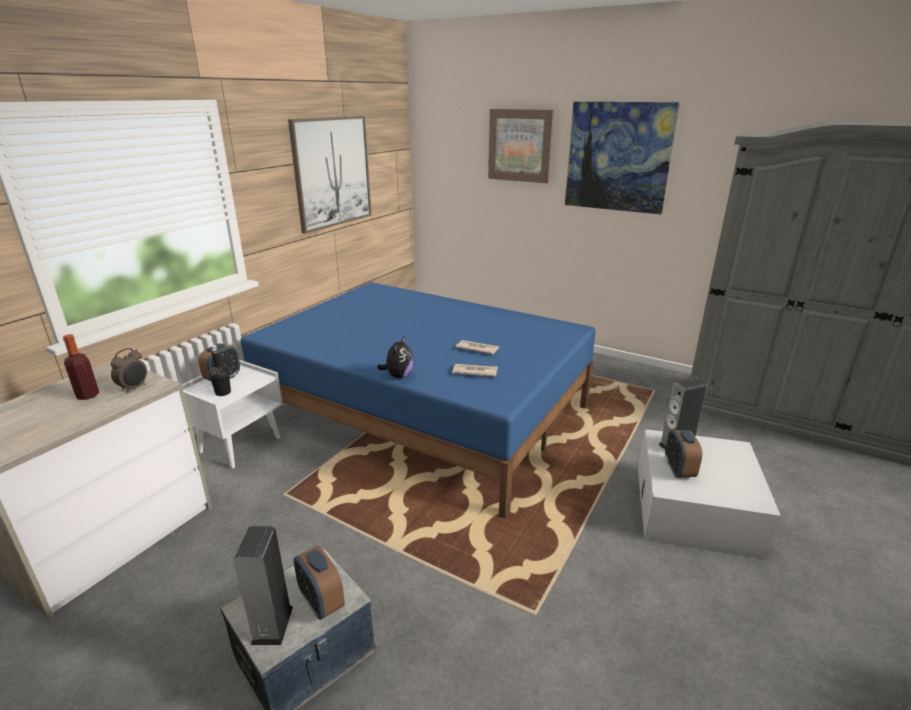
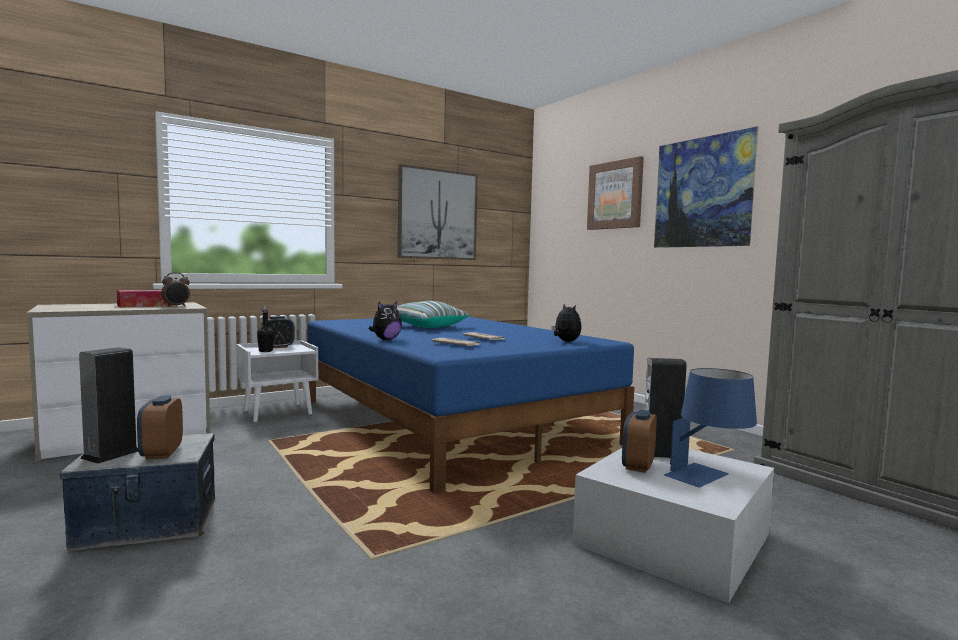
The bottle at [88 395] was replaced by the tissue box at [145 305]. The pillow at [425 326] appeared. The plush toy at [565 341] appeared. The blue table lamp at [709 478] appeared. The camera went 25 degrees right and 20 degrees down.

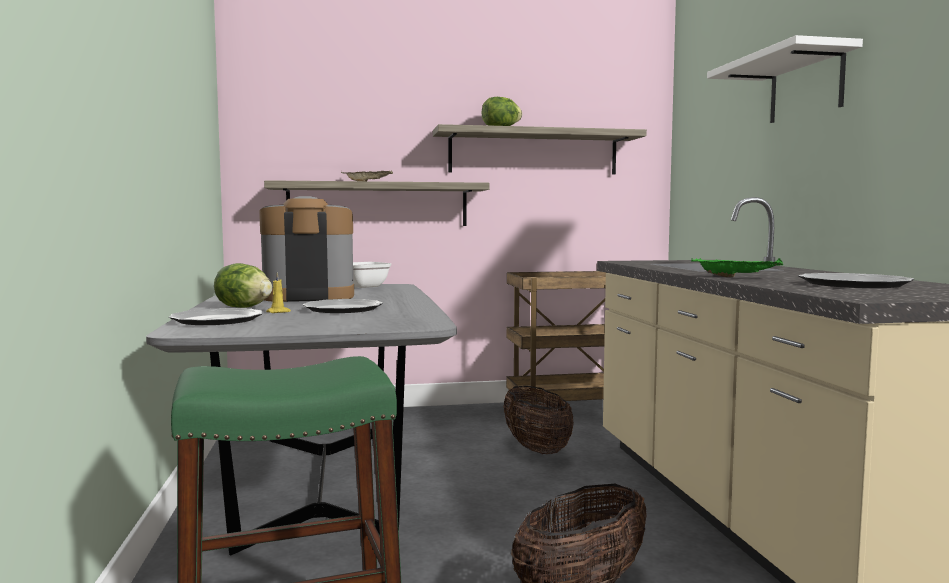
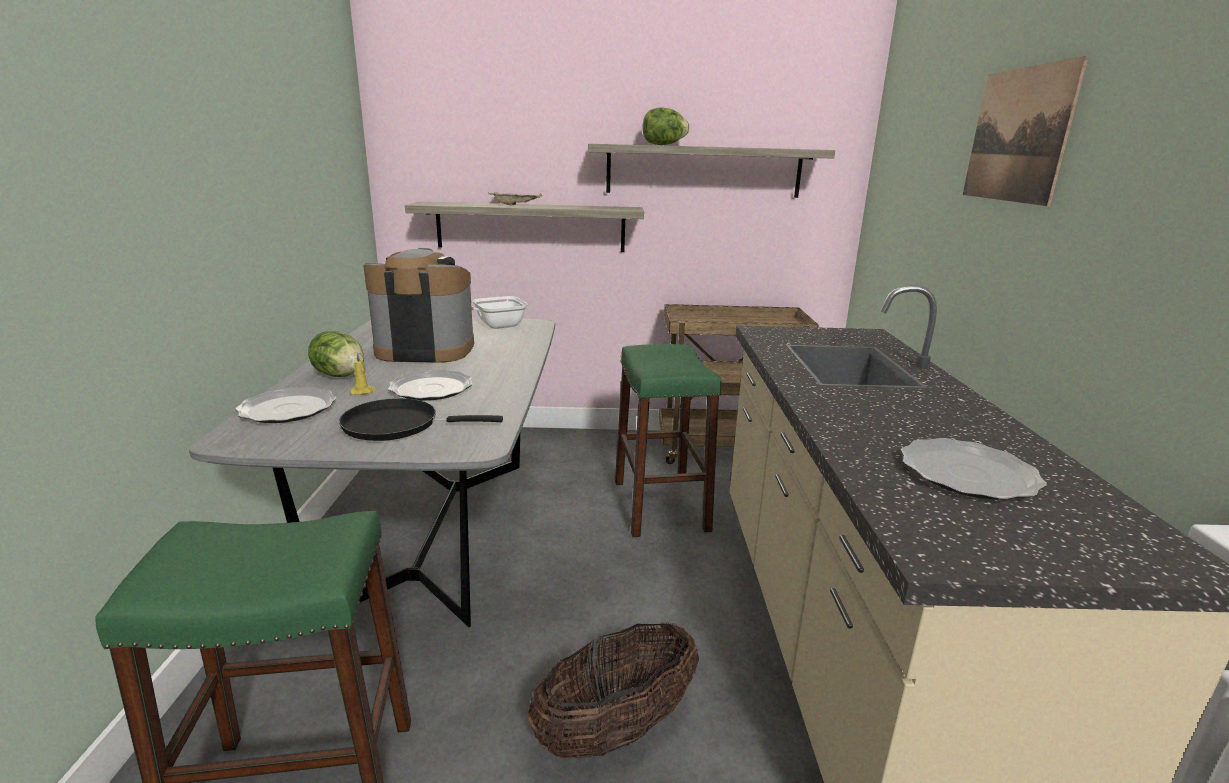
The black frying pan at [398 425] appeared. The basket at [536 449] was replaced by the green stool at [660 505]. The white shelf at [806 86] was replaced by the picture at [1017 135]. The green tray at [738 277] disappeared. The camera went 10 degrees right and 15 degrees up.

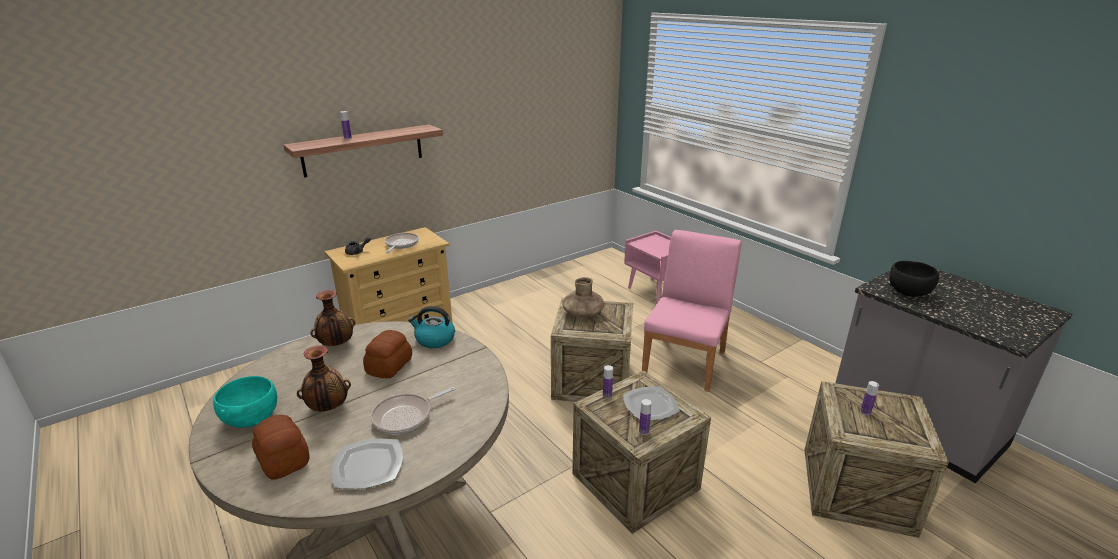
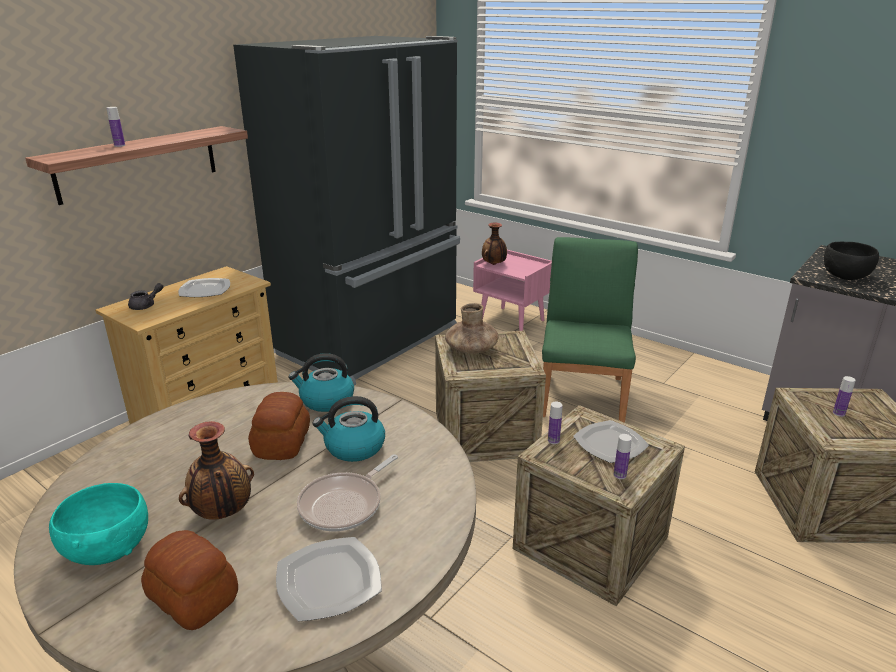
The frying pan at [401 244] was replaced by the plate at [204 290]. The black fridge at [373 342] appeared. The kettle at [353 447] appeared. The vase moved from [336 345] to [494 264]. The pink chair at [685 362] became the green chair at [582 395]. The camera went 15 degrees left and 0 degrees up.

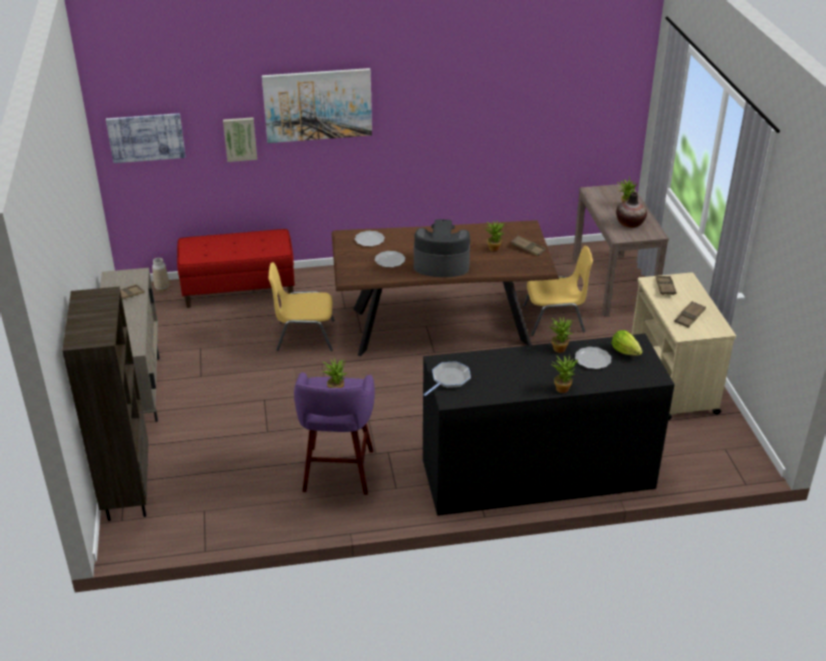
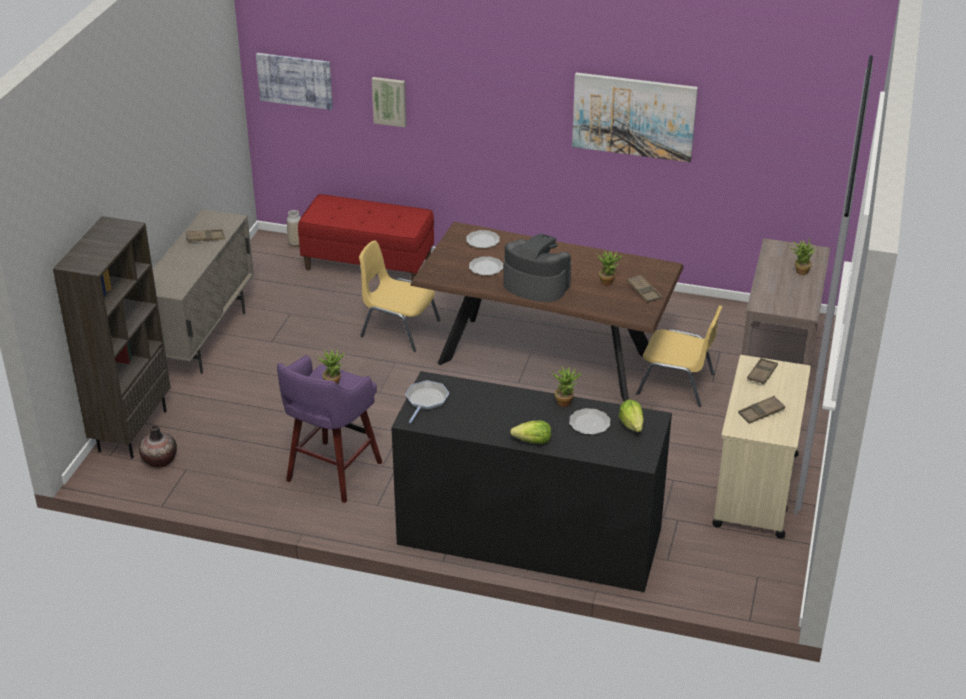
The vase moved from [629 223] to [159 460]. The frying pan at [449 379] turned 45 degrees counterclockwise. The potted plant at [563 387] was replaced by the lettuce at [533 442]. The picture moved from [317 105] to [633 116]. The camera went 25 degrees right and 0 degrees up.

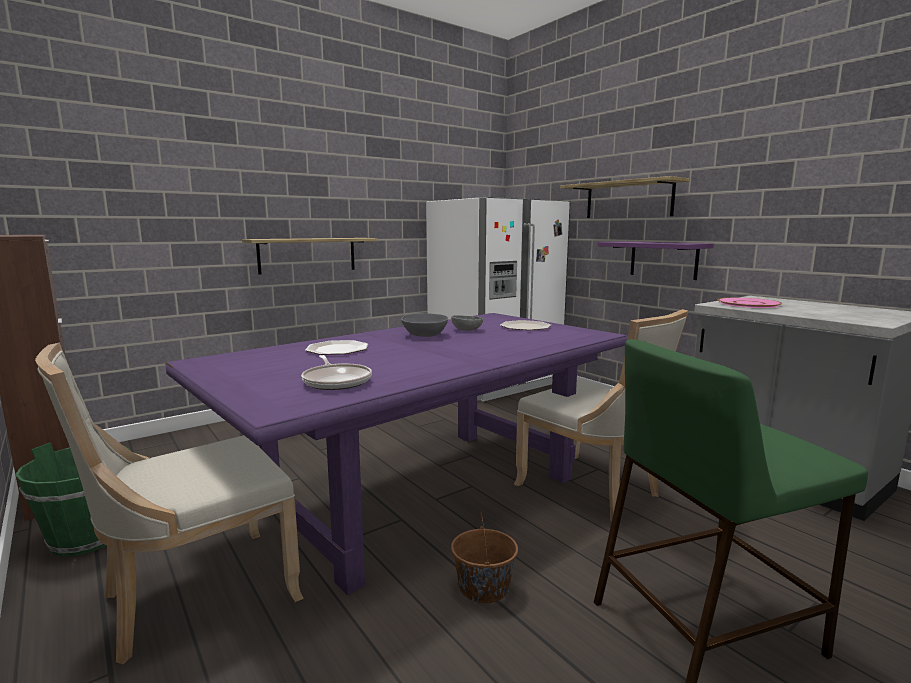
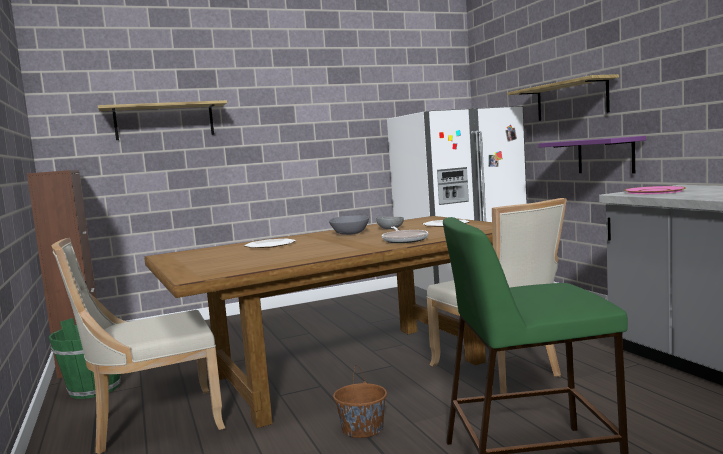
The shelf moved from [307 255] to [164 121]. The purple dining table at [424 492] became the brown dining table at [349 368]. The frying pan moved from [336 381] to [404 240]. The camera went 15 degrees right and 5 degrees down.

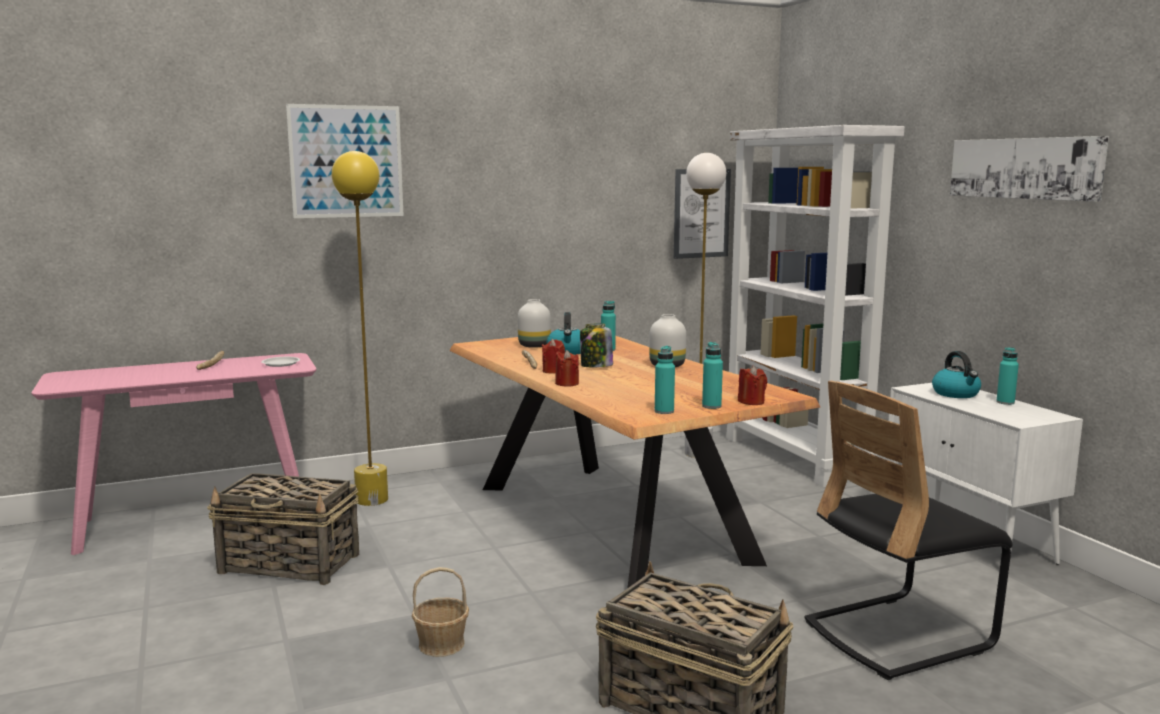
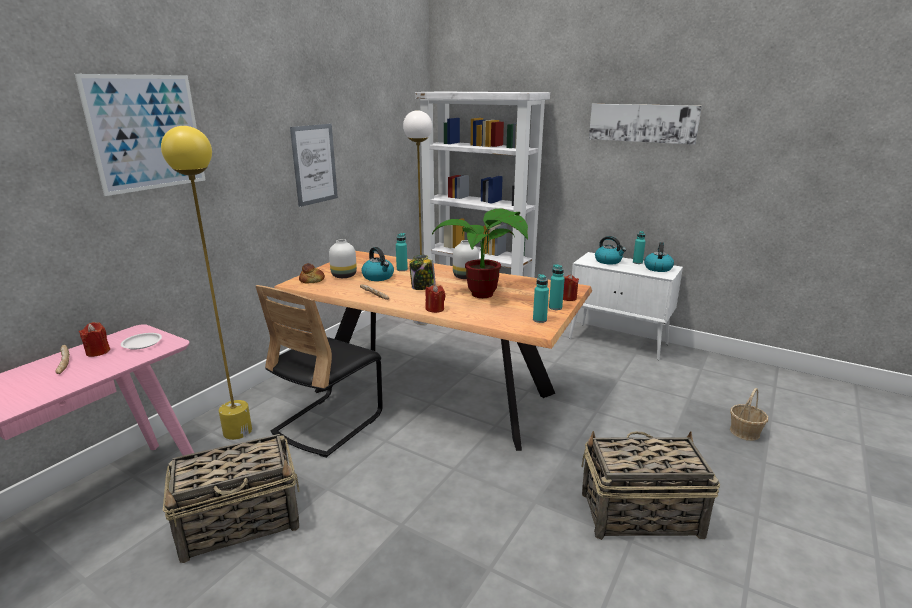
The red candle moved from [553 371] to [98 352]. The black chair moved from [898 634] to [328 423]. The picture moved from [701 213] to [314 164]. The bread at [312 281] appeared. The potted plant at [486 295] appeared. The kettle at [657 268] appeared. The basket moved from [442 644] to [745 432]. The camera went 35 degrees left and 10 degrees up.

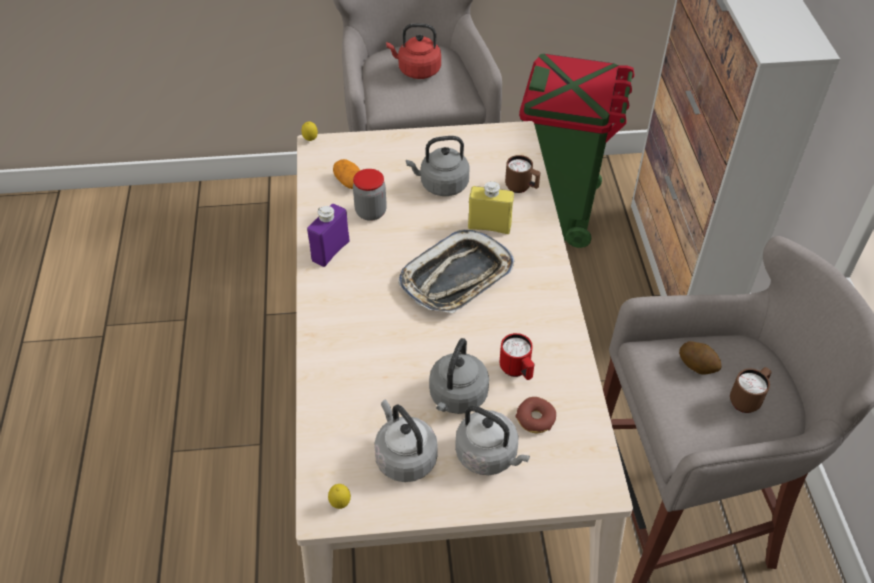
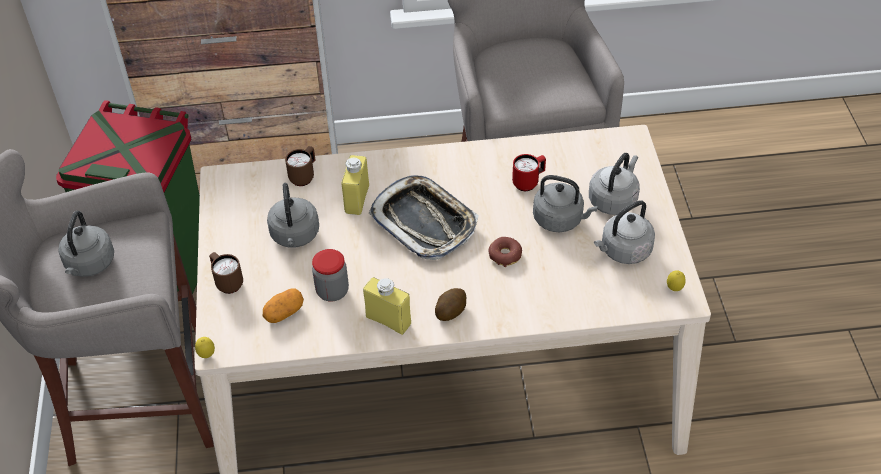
The red kettle at [417 70] became the grey kettle at [89 264]. The brown mug moved from [747 399] to [227 282]. The purple bottle at [330 251] became the yellow bottle at [388 320]. The potato moved from [697 365] to [450 311]. The donut moved from [535 419] to [505 255]. The camera went 90 degrees left and 0 degrees up.

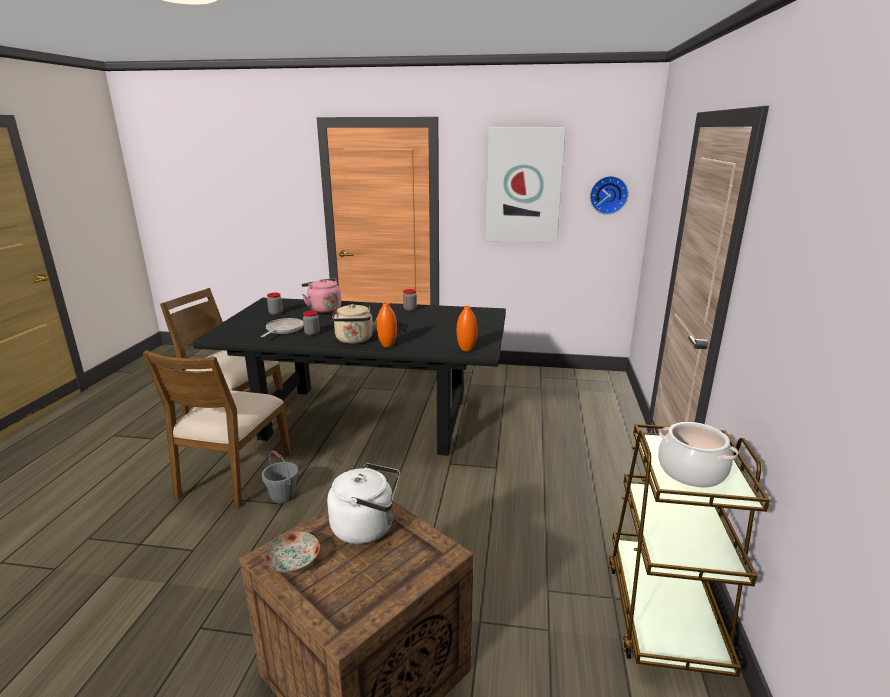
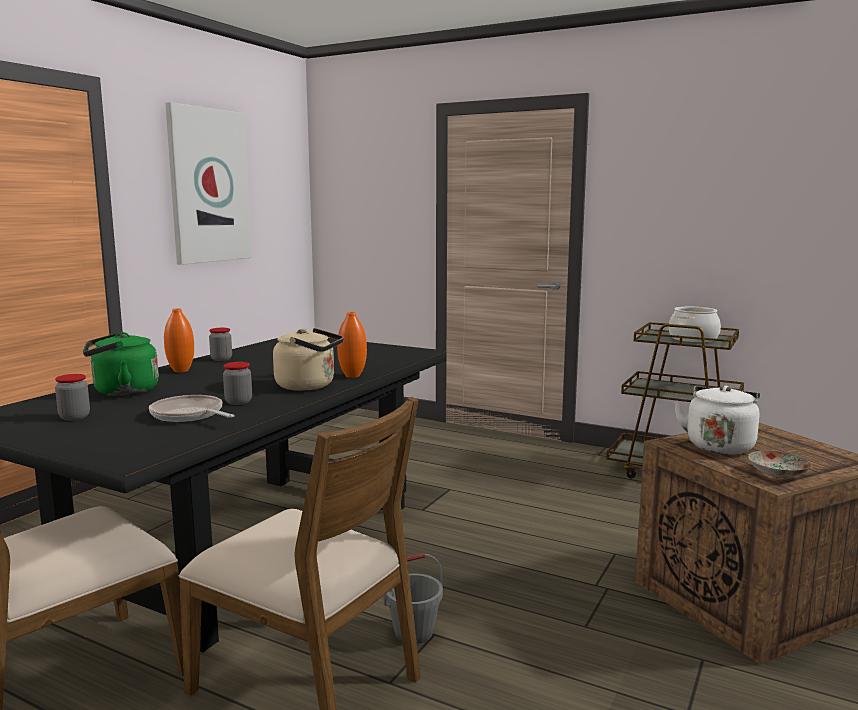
The pink kettle at [323 309] became the green kettle at [122 392]. The orange vase moved from [466 349] to [181 371]. The wall clock at [608 195] disappeared. The camera went 70 degrees left and 10 degrees down.

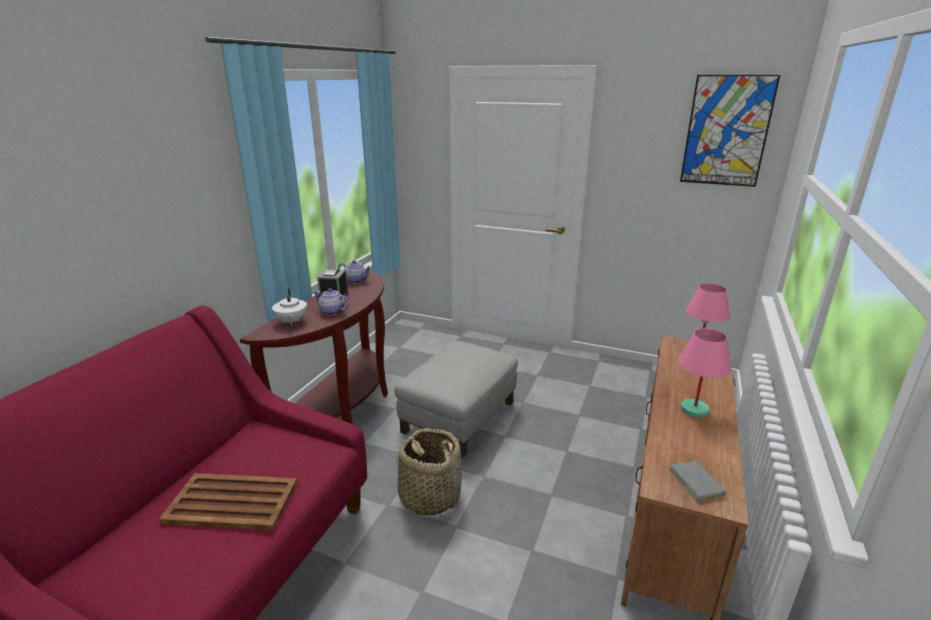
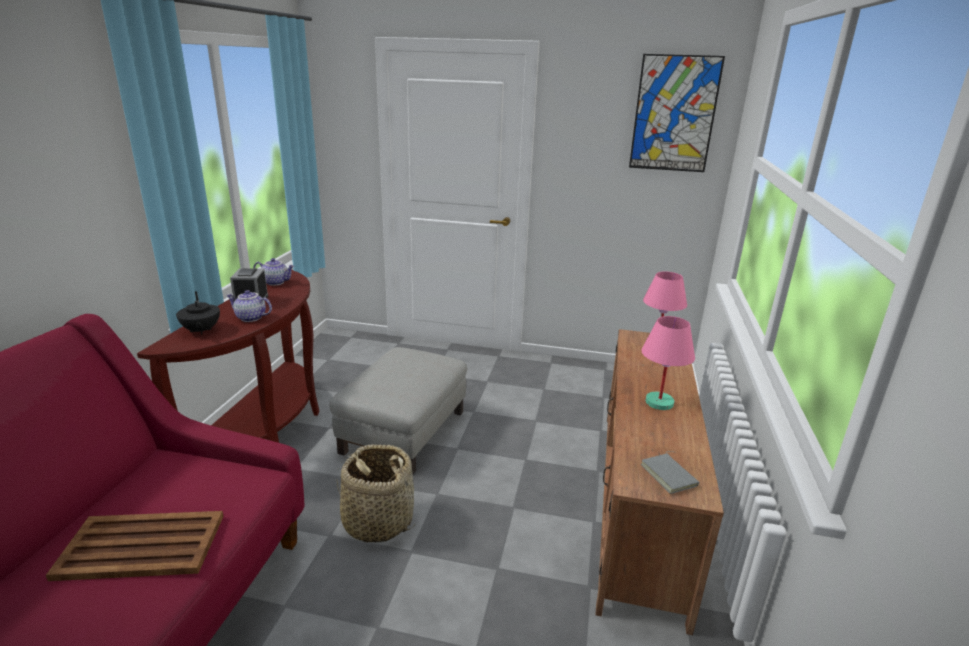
The white teapot at [291 322] became the black teapot at [201 331]. The camera went 10 degrees left and 0 degrees up.

